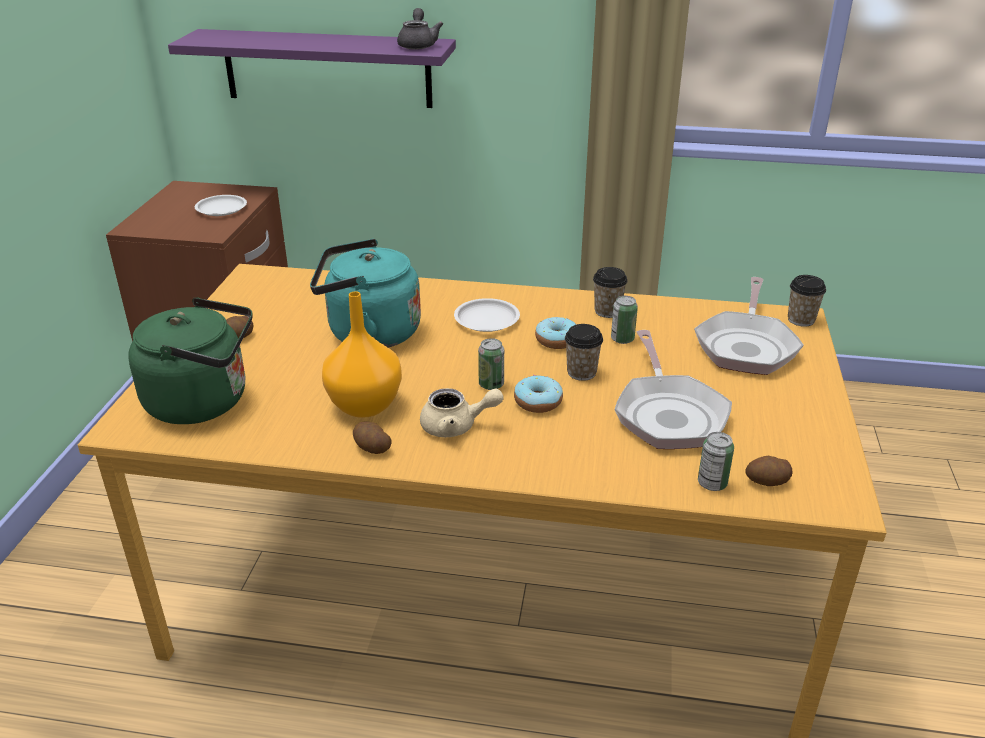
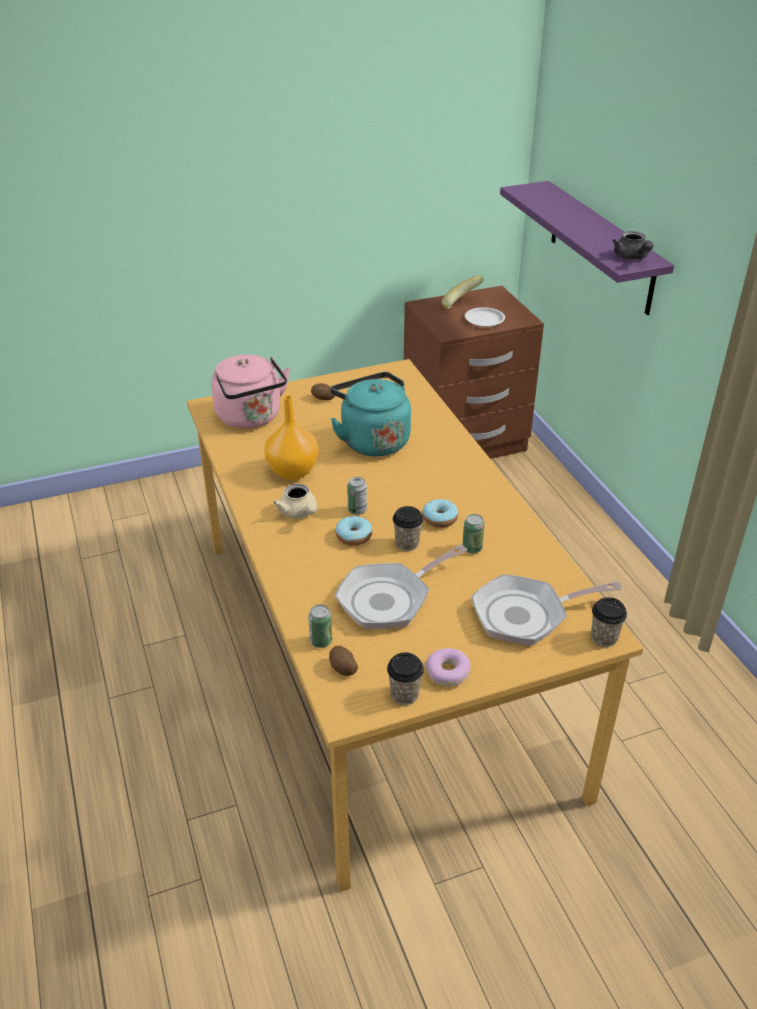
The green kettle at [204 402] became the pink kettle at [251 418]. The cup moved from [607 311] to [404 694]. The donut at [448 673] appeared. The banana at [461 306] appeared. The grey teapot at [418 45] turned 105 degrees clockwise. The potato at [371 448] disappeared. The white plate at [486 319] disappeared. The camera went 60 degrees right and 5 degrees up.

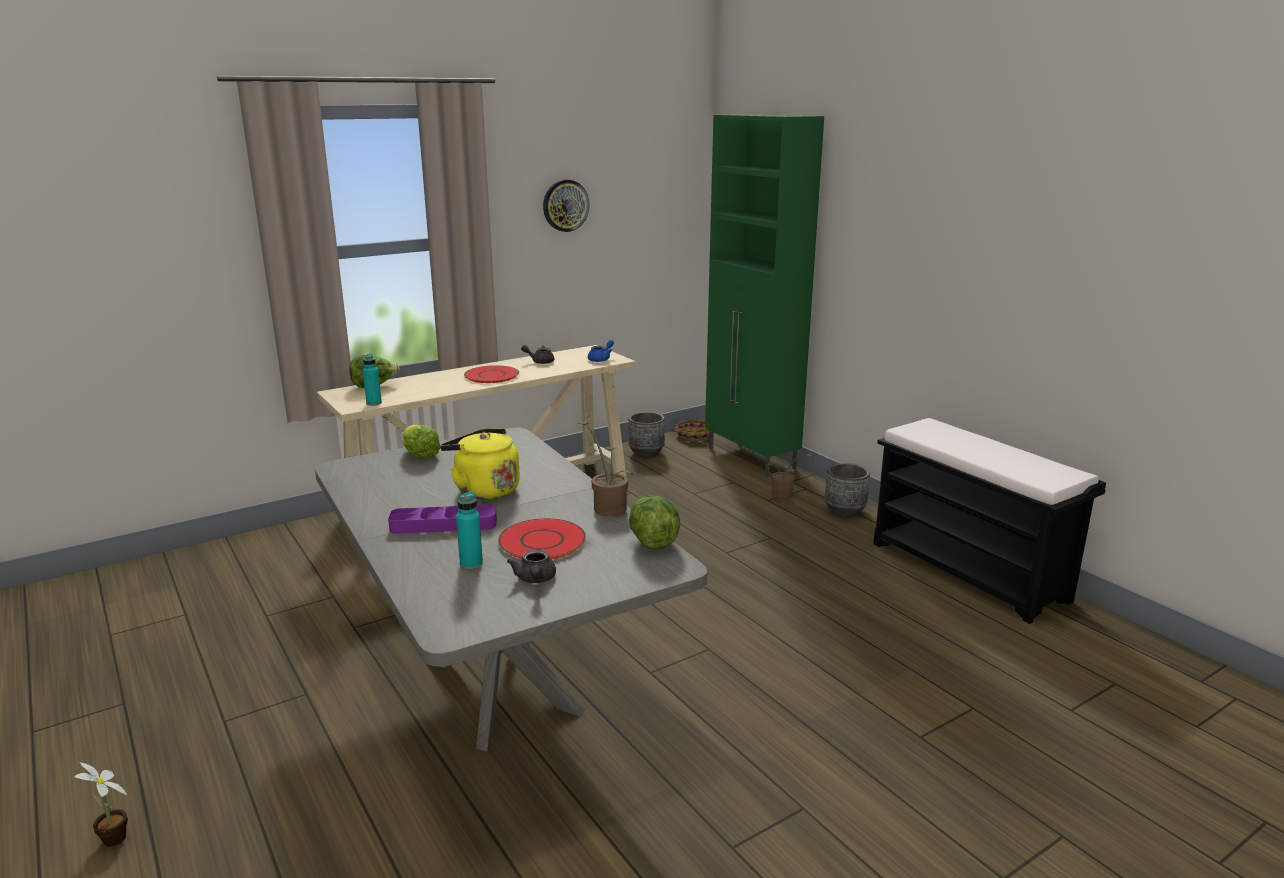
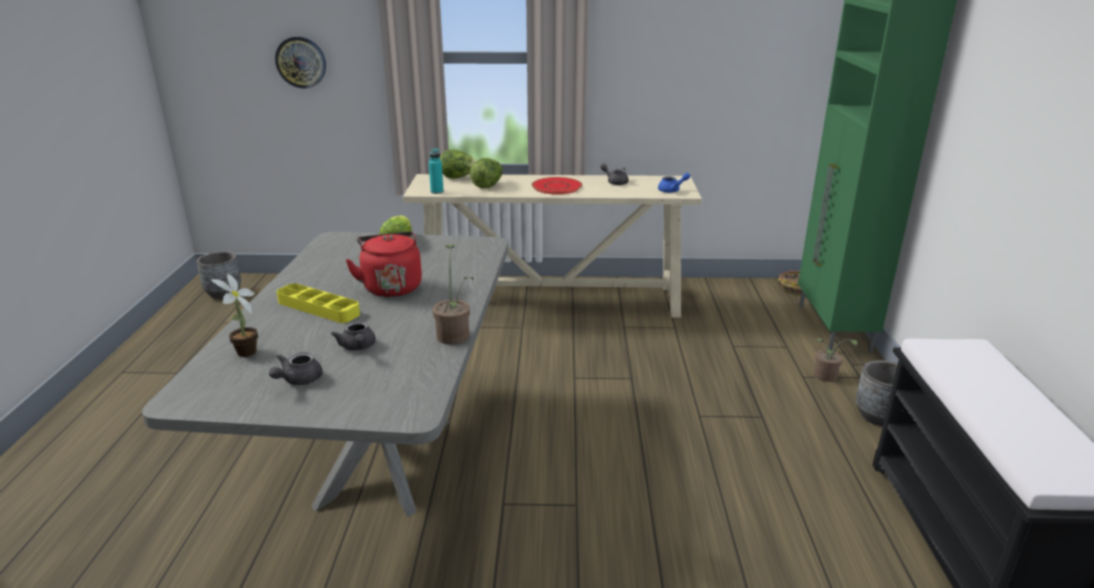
The grey planter moved from [646 453] to [224 293]. The potted plant moved from [114 842] to [245 354]. The wall clock moved from [565 205] to [301 62]. The purple tray at [443 525] became the yellow tray at [318 308]. The red plate at [543 541] was replaced by the grey teapot at [358 347]. The yellow kettle at [484 490] became the red kettle at [391 286]. The lettuce moved from [652 541] to [487 185]. The turquoise bottle at [471 564] disappeared. The camera went 35 degrees right and 5 degrees up.

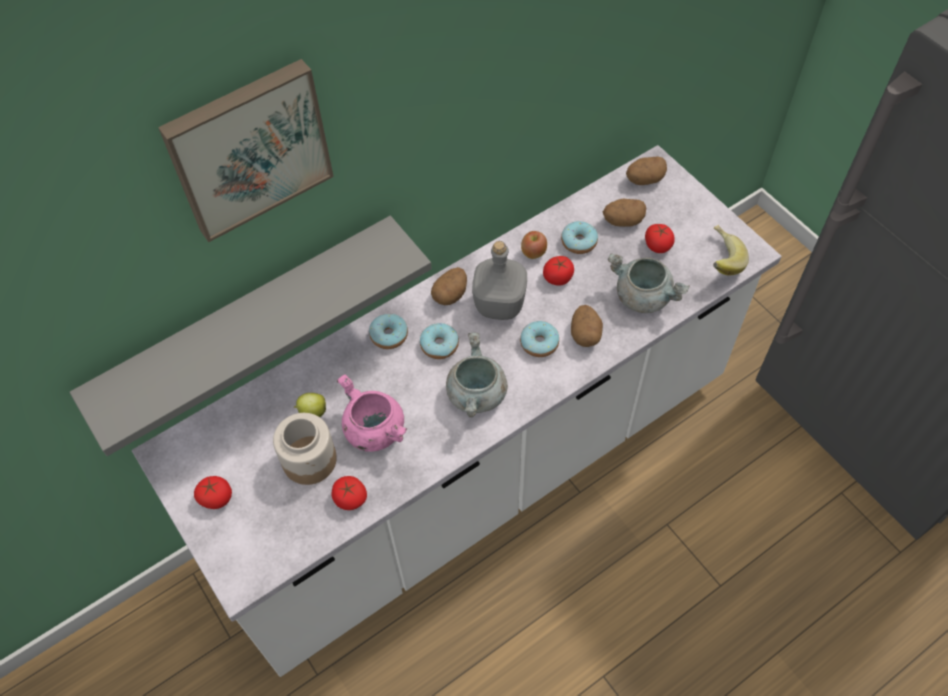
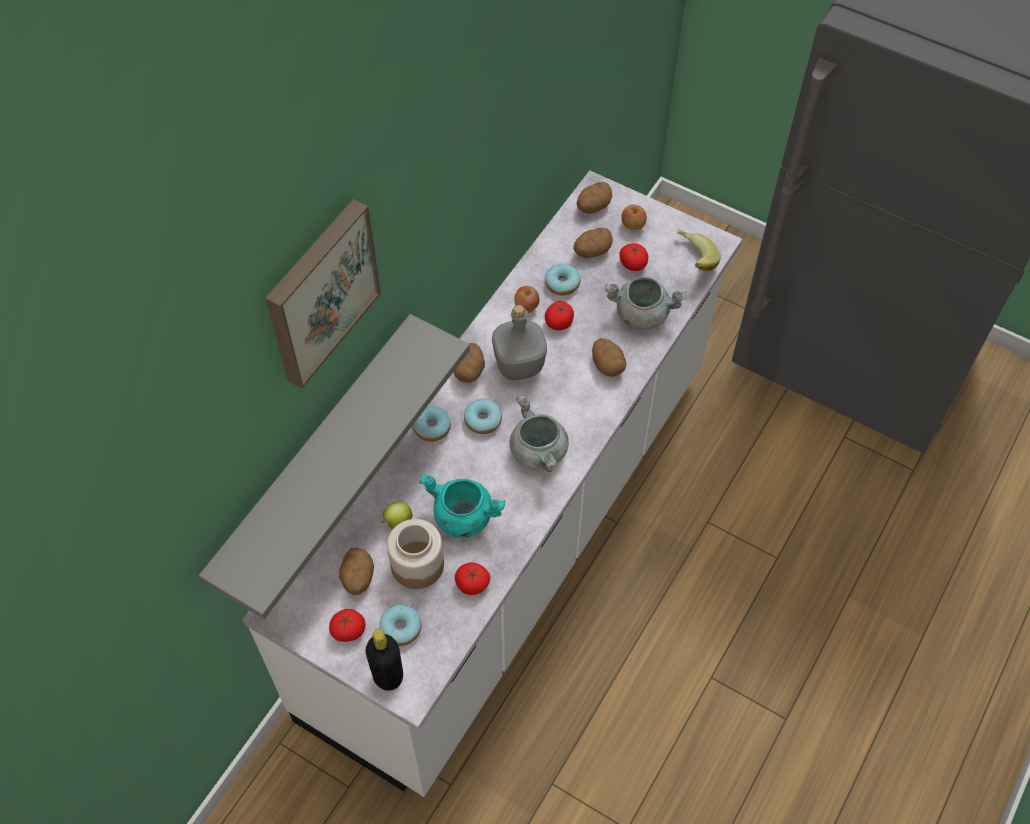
The potato at [358 578] appeared. The black bottle at [388 676] appeared. The donut moved from [539 343] to [401 628]. The pink cooking pot at [374 430] became the turquoise cooking pot at [462 517]. The apple at [633 226] appeared. The camera went 25 degrees left and 0 degrees up.

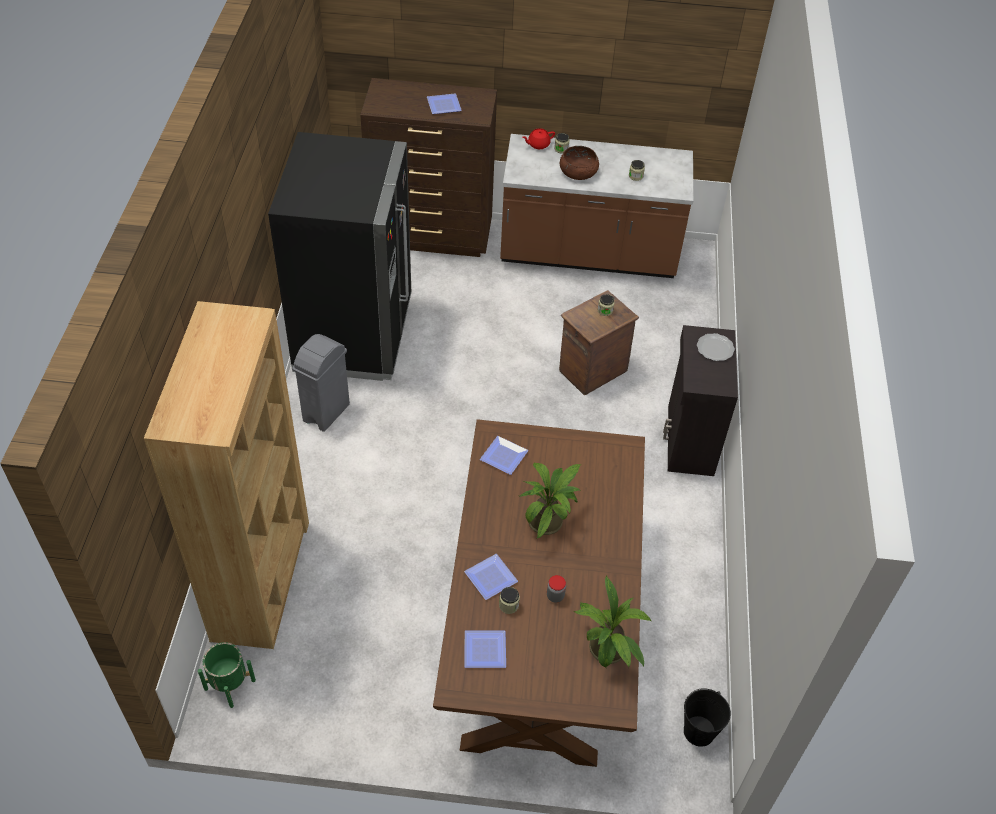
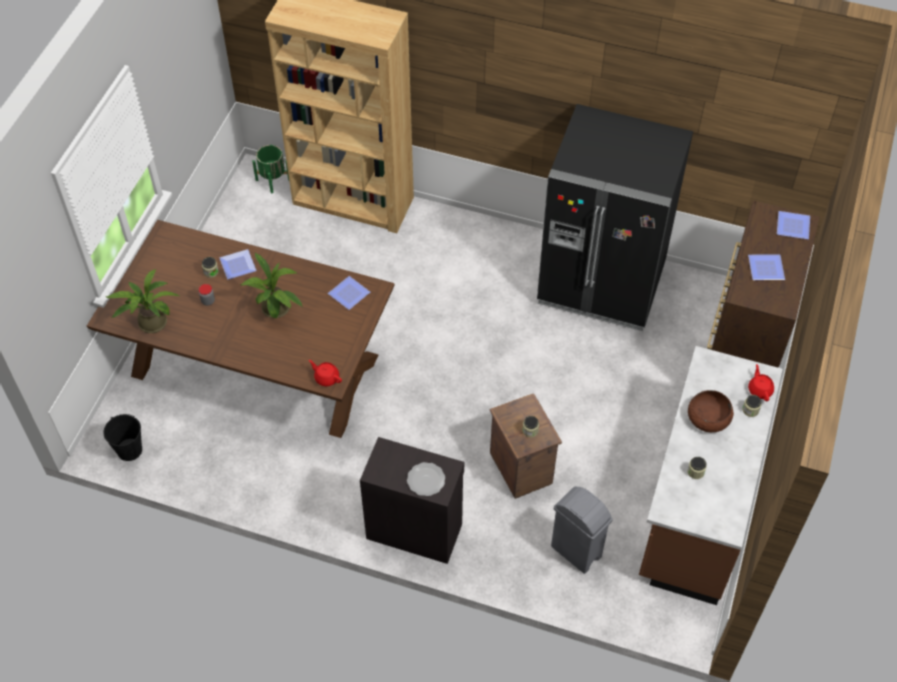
The red teapot at [326 378] appeared. The grey trash can moved from [327 412] to [576 552]. The plate moved from [483 649] to [794 225]. The camera went 105 degrees right and 5 degrees up.

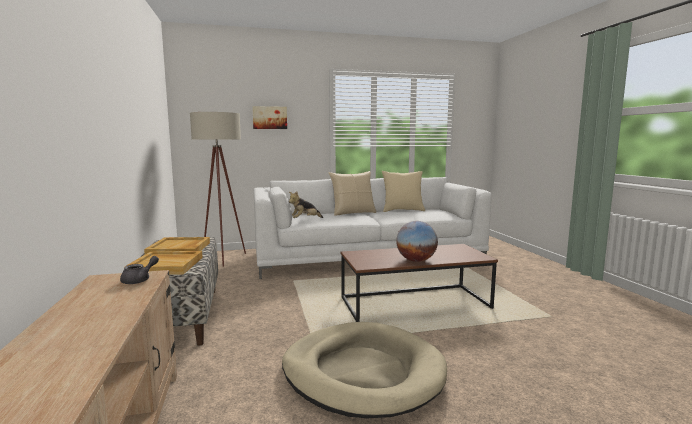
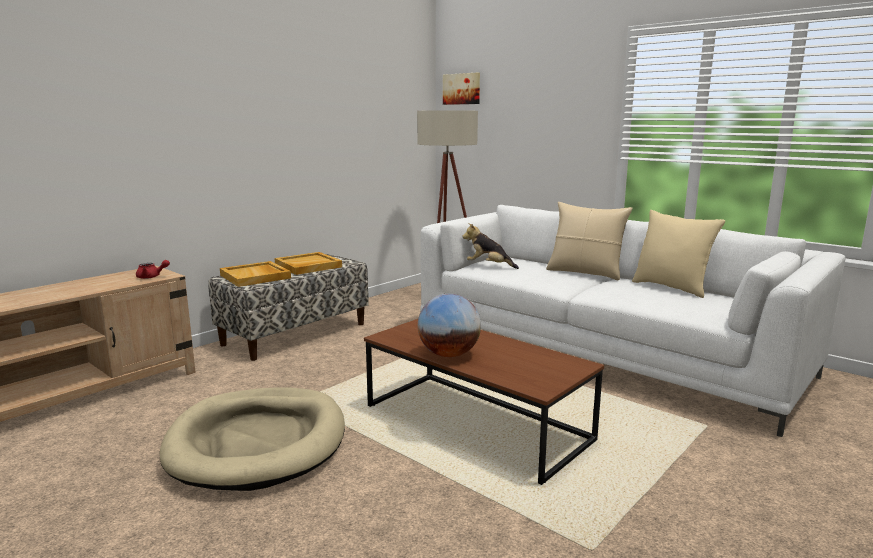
The grey teapot at [140 280] became the red teapot at [151 277]. The picture moved from [269 117] to [462 89]. The camera went 55 degrees right and 5 degrees up.

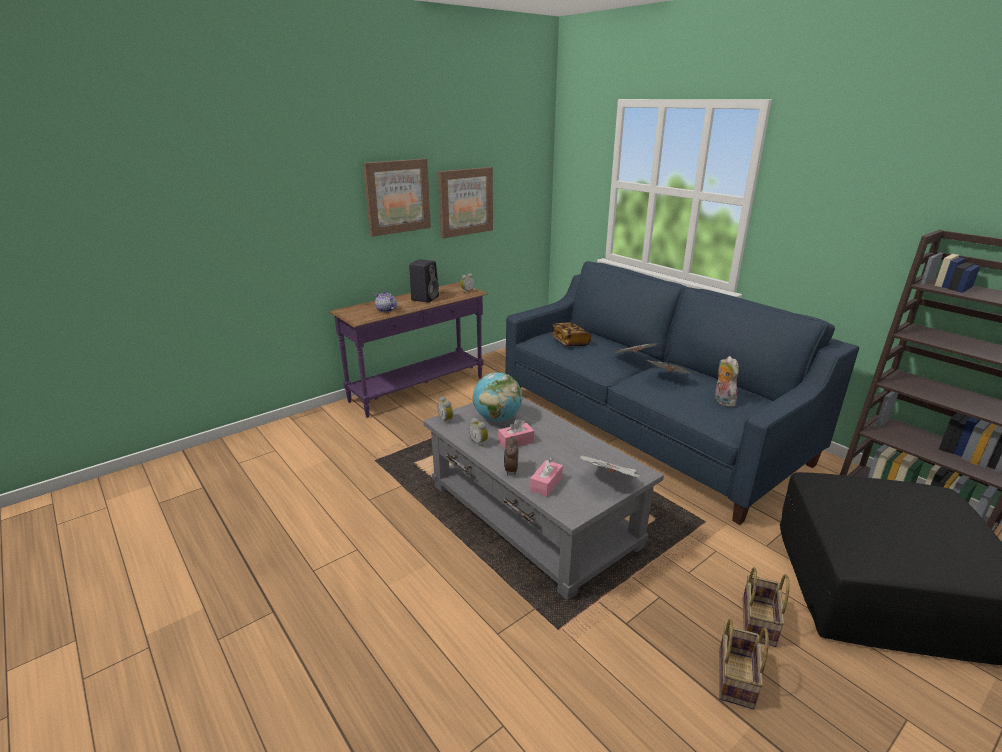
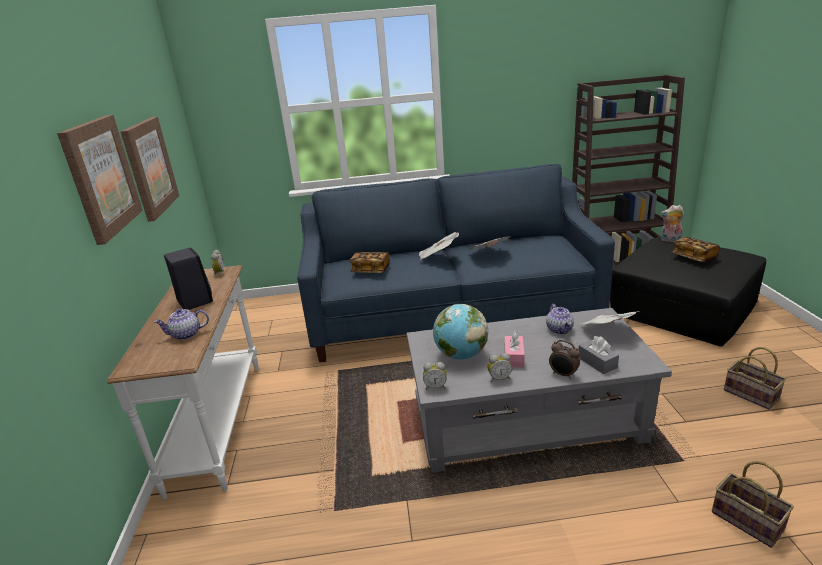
The purple console table at [418 390] became the white console table at [220 423]. The teapot at [560 330] appeared. The pink tissue box at [546 484] became the grey tissue box at [597 362]. The plush toy moved from [722 401] to [670 240]. The book at [694 257] appeared. The basket moved from [759 623] to [749 521]. The camera went 55 degrees left and 0 degrees up.

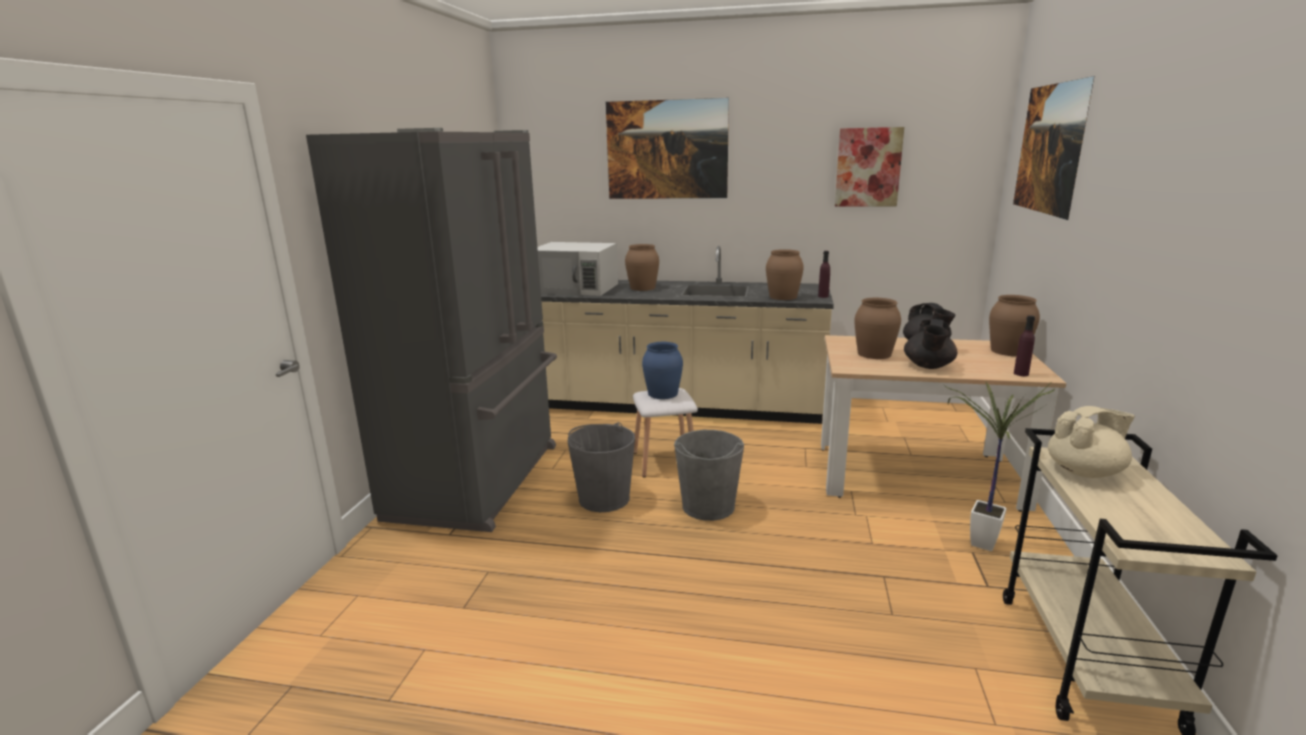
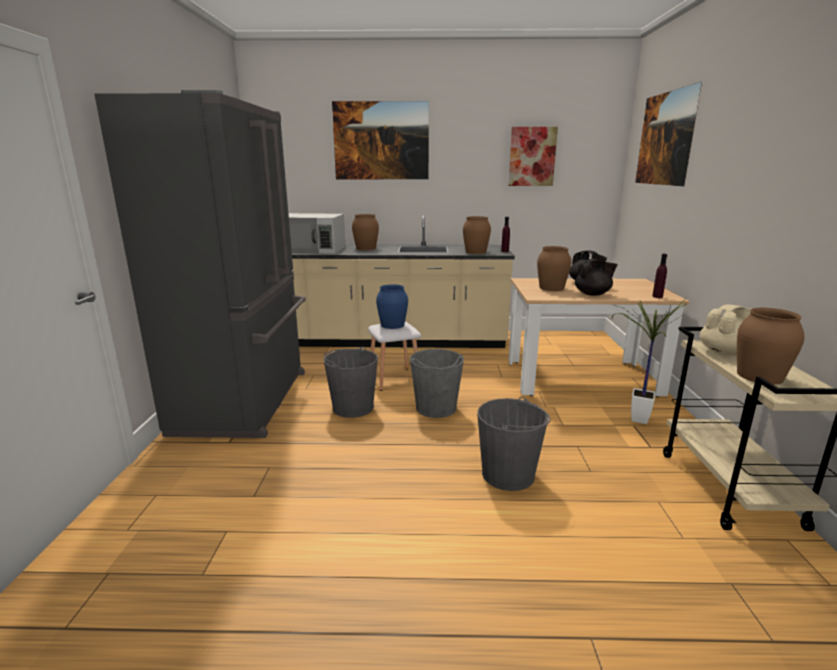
The grey bucket at [508 475] appeared. The black teapot at [928 366] turned 105 degrees counterclockwise. The brown vase moved from [1009 351] to [760 376]. The camera went 10 degrees left and 0 degrees up.

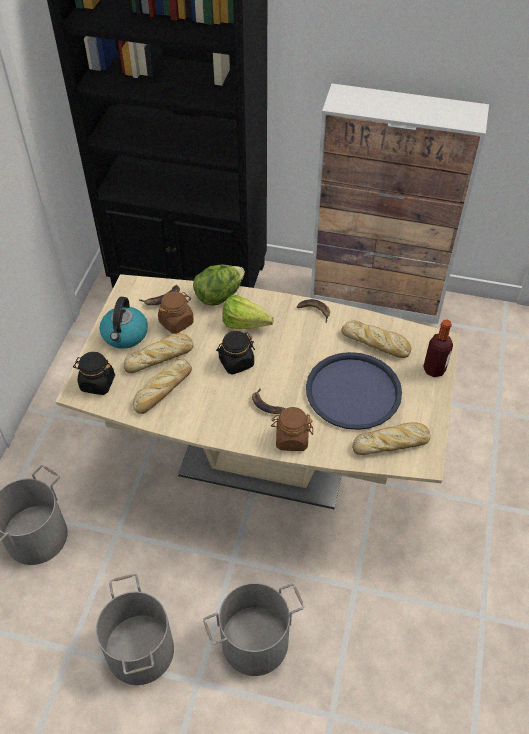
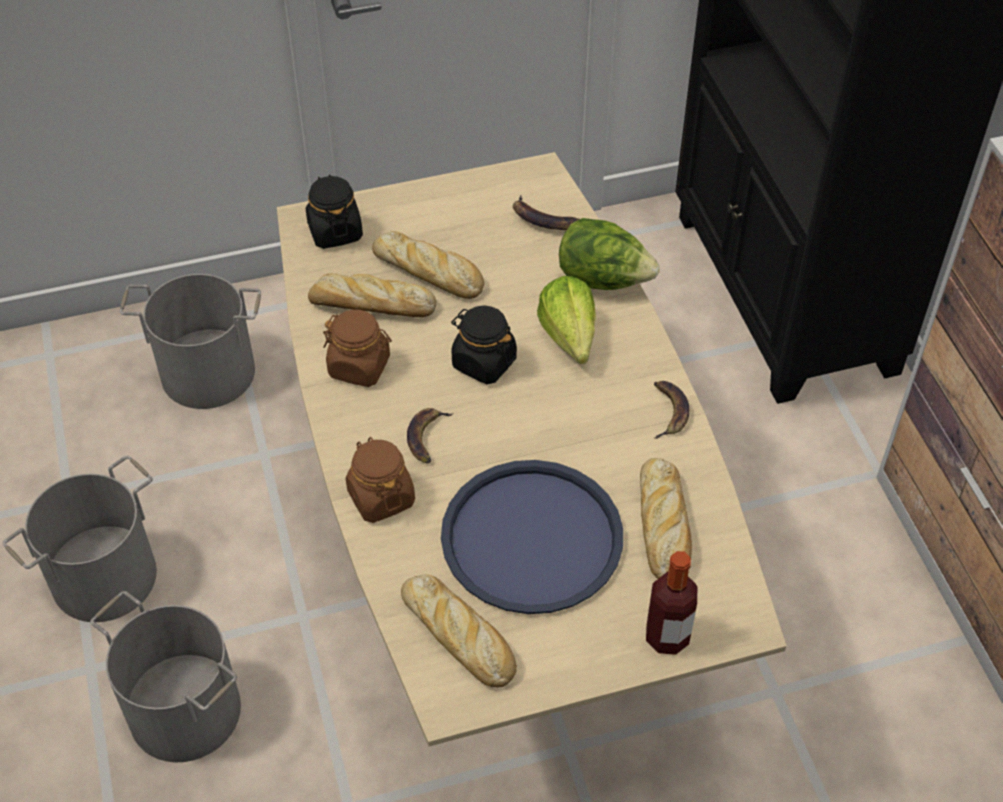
The brown jar moved from [176 322] to [359 366]. The kettle at [125 335] disappeared. The camera went 60 degrees right and 0 degrees up.

